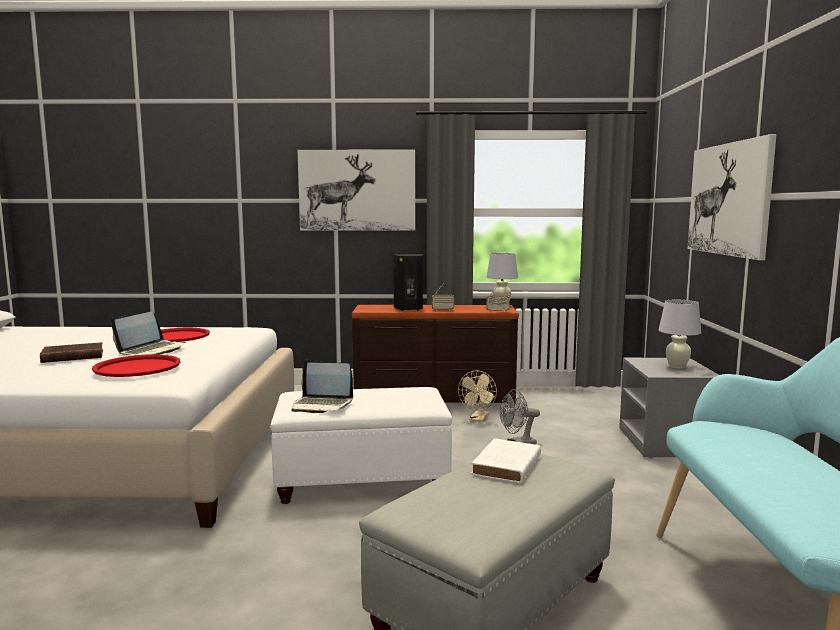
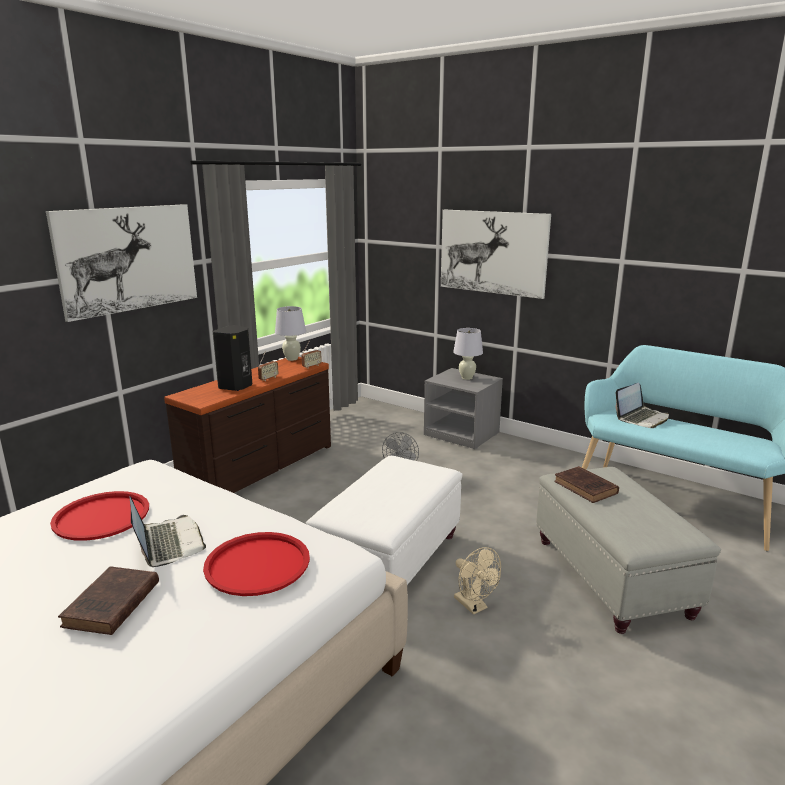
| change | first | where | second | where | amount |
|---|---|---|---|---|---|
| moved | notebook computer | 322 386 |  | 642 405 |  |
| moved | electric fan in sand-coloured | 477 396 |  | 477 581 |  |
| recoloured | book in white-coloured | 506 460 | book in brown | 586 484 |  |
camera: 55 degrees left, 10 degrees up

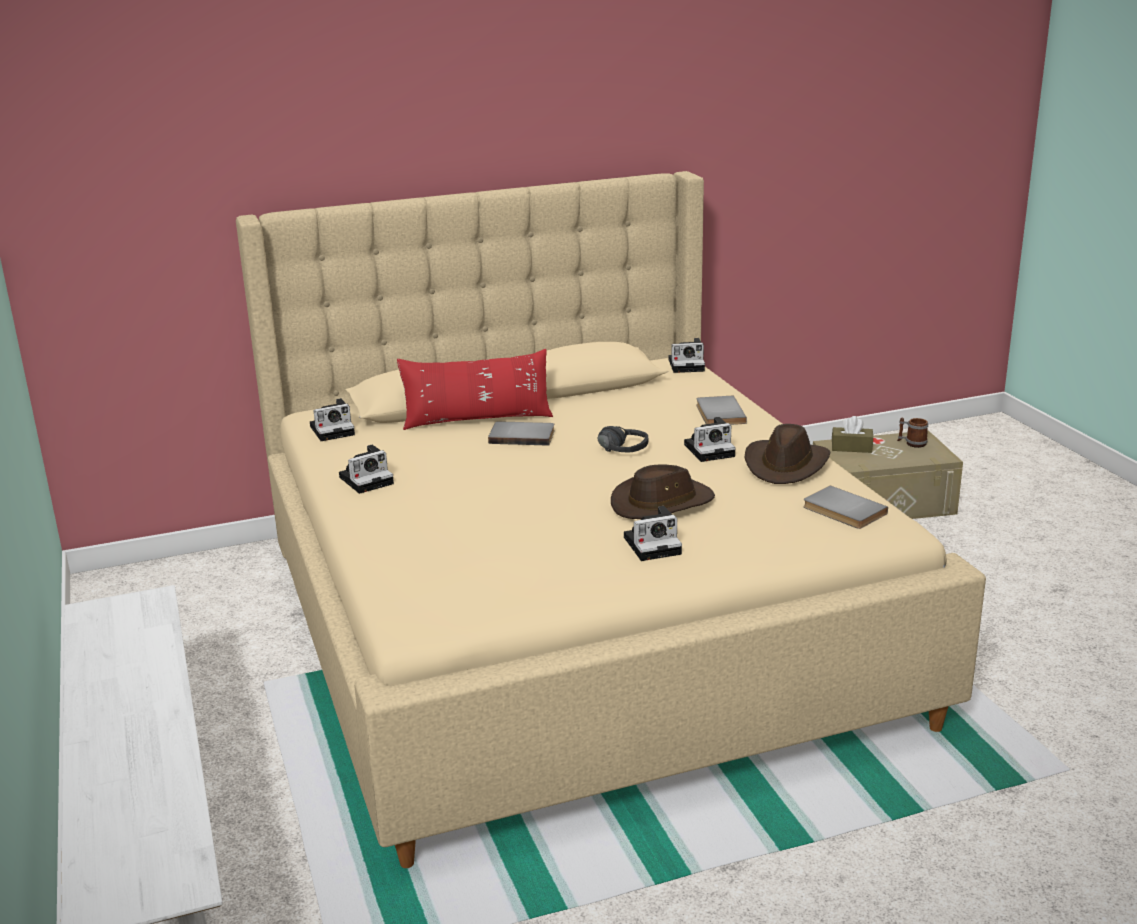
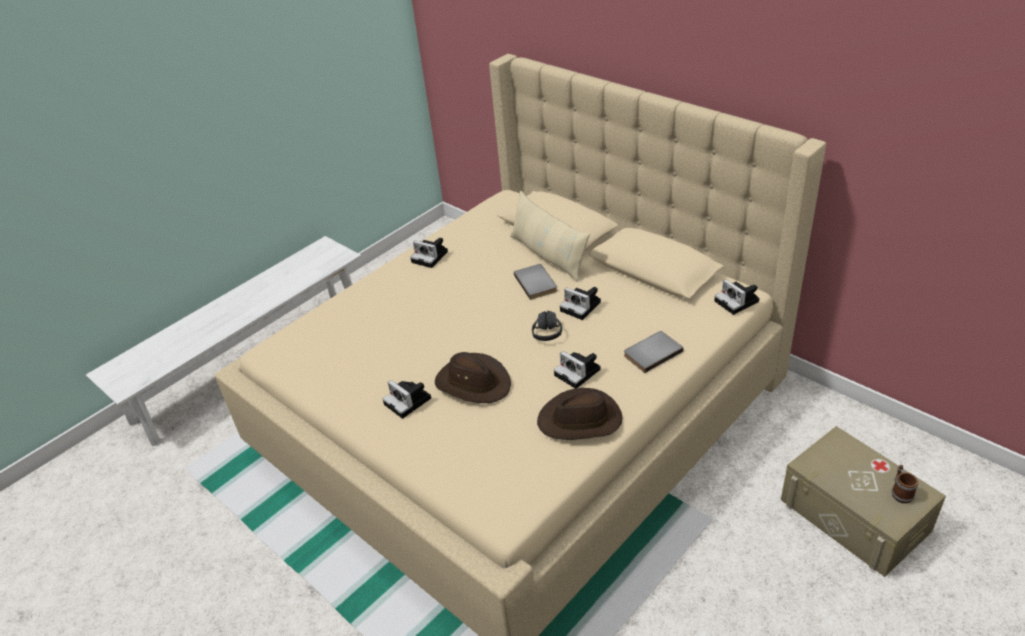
| change | first | where | second | where | amount |
|---|---|---|---|---|---|
| moved | still camera | 332 419 |  | 580 303 |  |
| recoloured | pillow in red-coloured | 475 389 | pillow in sand-coloured | 550 236 |  |
| removed | book in greyish | 845 507 |  |  |  |
| removed | box of tissues in brown | 852 434 |  |  |  |
camera: 65 degrees right, 15 degrees up

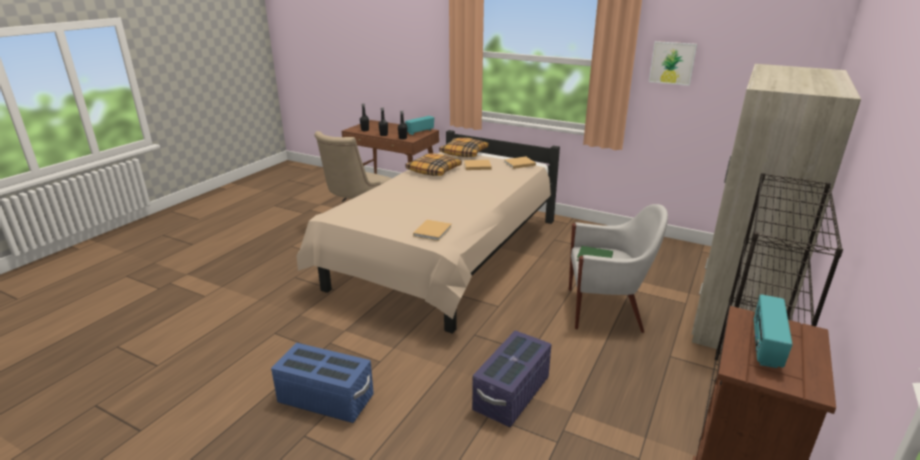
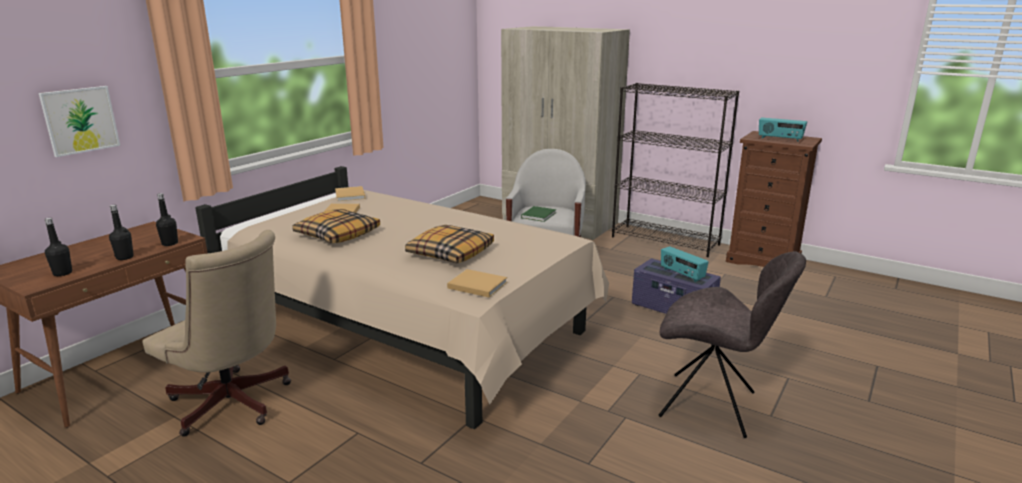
| change | first | where | second | where | amount |
|---|---|---|---|---|---|
| replaced | storage container in bluish | 322 383 | plain chair in greyish | 732 344 |  |
| moved | radio receiver | 419 125 |  | 685 264 |  |
| moved | book in sand-coloured | 432 230 |  | 477 283 |  |
| moved | pillow | 464 147 |  | 449 244 |  |
| moved | picture | 673 63 |  | 79 121 |  |
camera: 85 degrees left, 5 degrees down

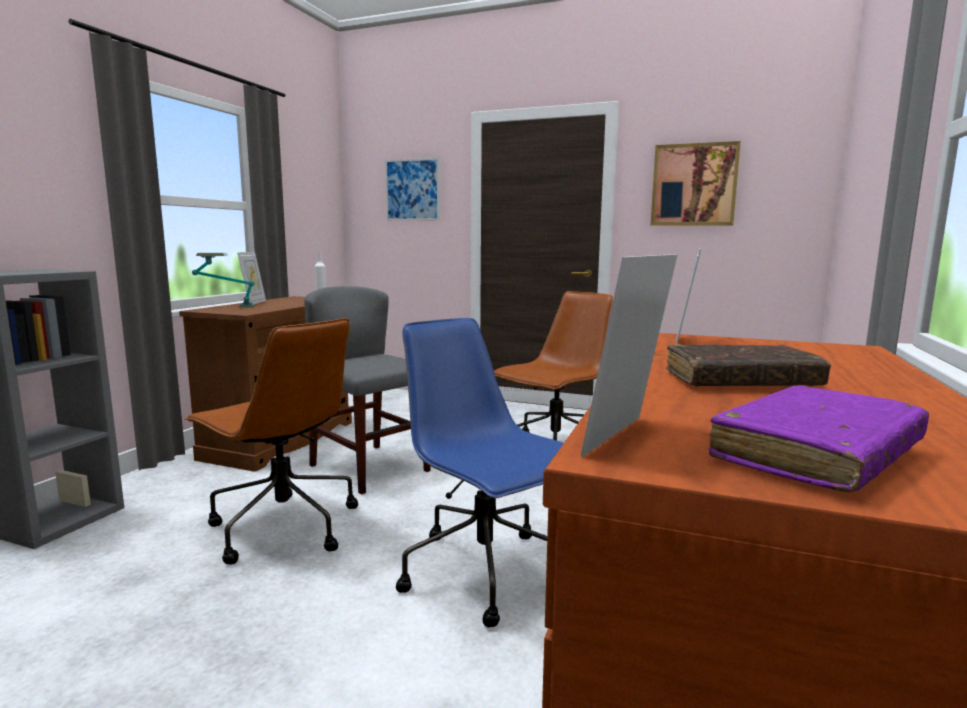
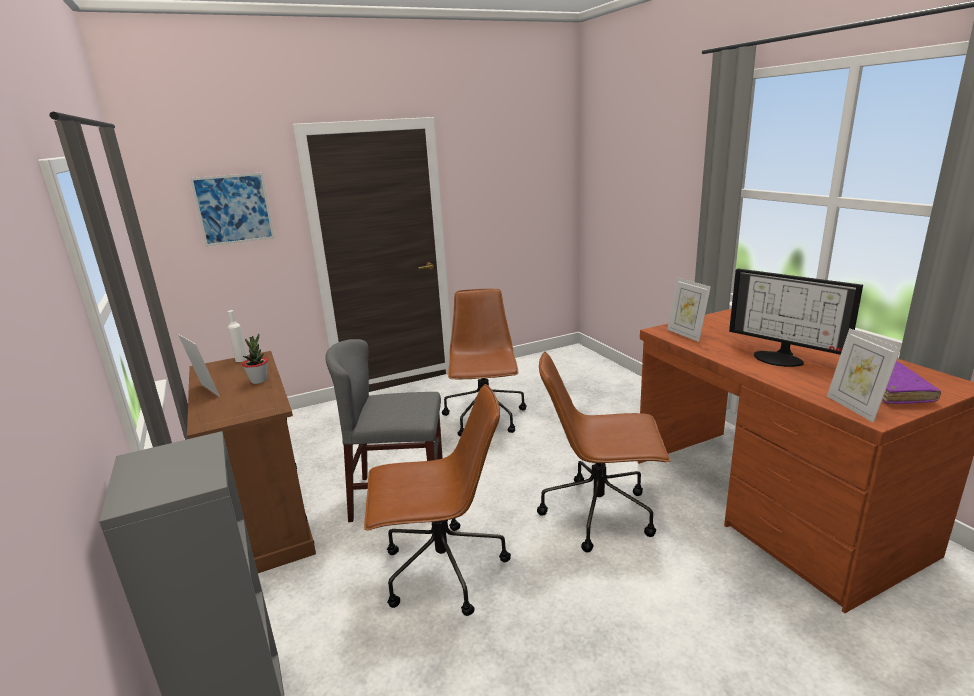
| change | first | where | second | where | amount |
|---|---|---|---|---|---|
| removed | lamp for a table | 223 280 |  |  |  |
| recoloured | office chair in bluish | 480 472 | office chair in brown | 604 452 |  |
| removed | picture | 696 183 |  |  |  |
| replaced | book in brown | 748 365 | monitor | 796 318 |  |
| added |  |  | plant in a pot | 255 358 |  |
camera: 45 degrees left, 10 degrees up

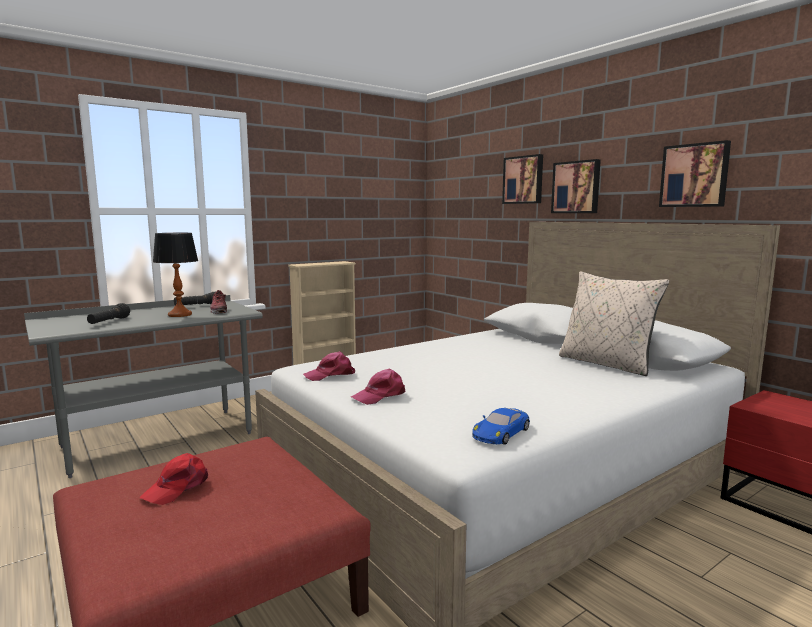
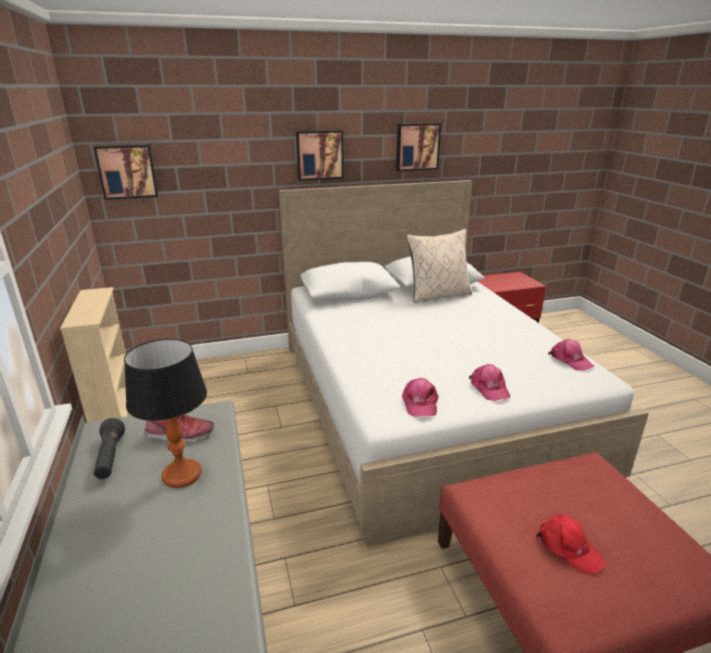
| change | first | where | second | where | amount |
|---|---|---|---|---|---|
| removed | hand torch in blackish | 108 313 |  |  |  |
| replaced | miniature car in bluish | 501 426 | baseball cap in pink | 571 355 |  |
| moved | picture | 522 179 |  | 126 172 |  |
camera: 70 degrees left, 15 degrees up

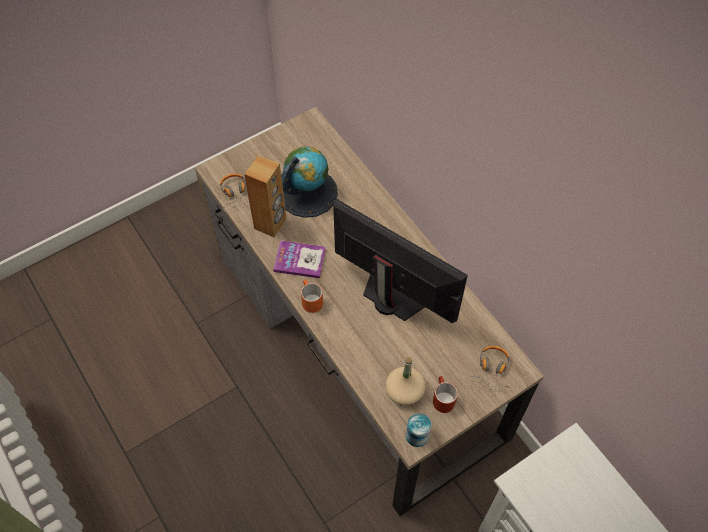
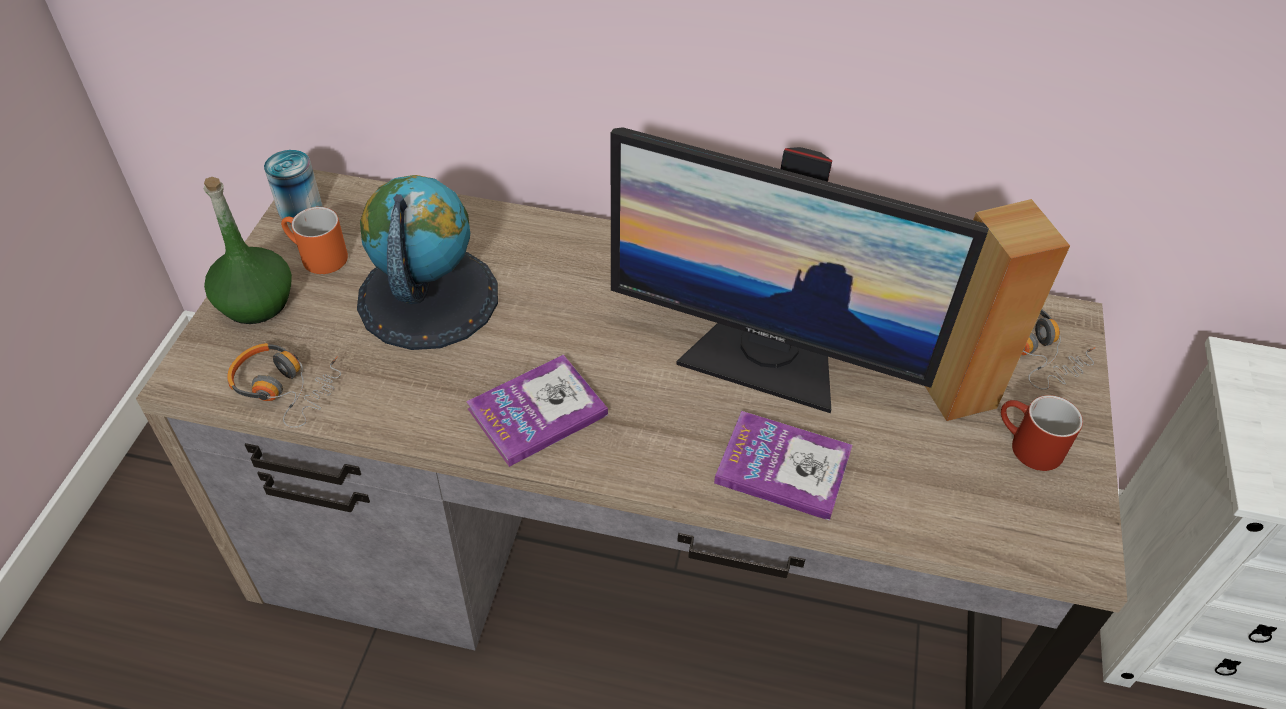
| change | first | where | second | where | amount |
|---|---|---|---|---|---|
| moved | loudspeaker in brown | 265 196 |  | 997 310 |  |
| moved | mug in orange | 312 296 |  | 314 240 |  |
| turned | monitor | 400 261 |  | 800 270 | 150 degrees counterclockwise |
| removed | bottle in sand-coloured | 406 381 |  |  |  |
| moved | can | 418 430 |  | 293 186 |  |
| added |  |  | bottle in green | 248 250 |  |
| added |  |  | book | 783 466 |  |
camera: 45 degrees left, 10 degrees down

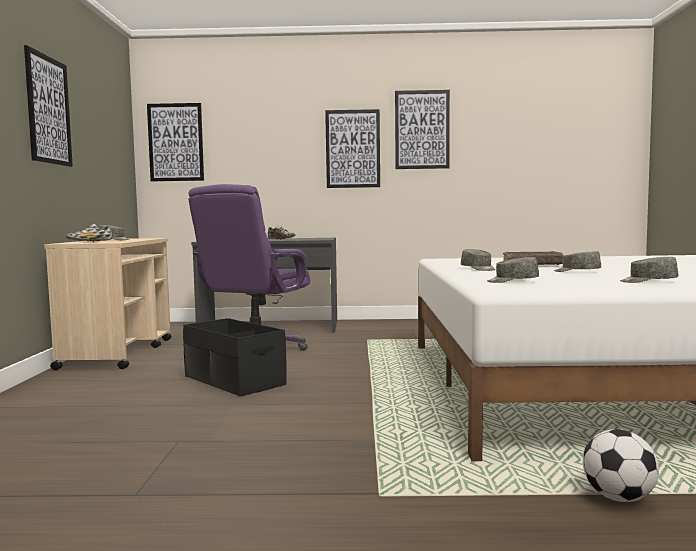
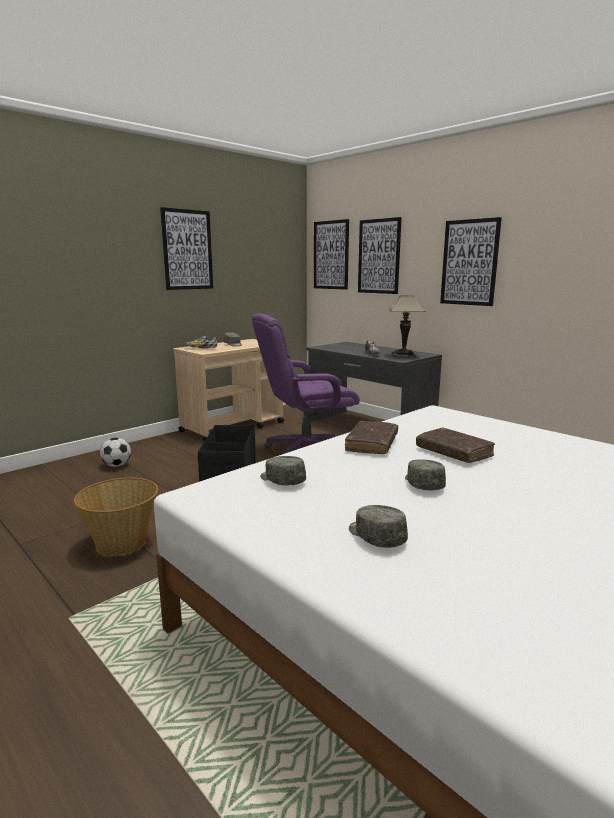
| change | first | where | second | where | amount |
|---|---|---|---|---|---|
| moved | picture | 422 129 |  | 380 255 |  |
| replaced | baseball cap in greyish | 478 260 | book in brown | 371 437 |  |
| moved | football ball | 621 465 |  | 115 452 |  |
| added |  |  | storage basket | 116 516 |  |
| added |  |  | lamp for a table | 406 326 |  |
camera: 45 degrees right, 10 degrees up

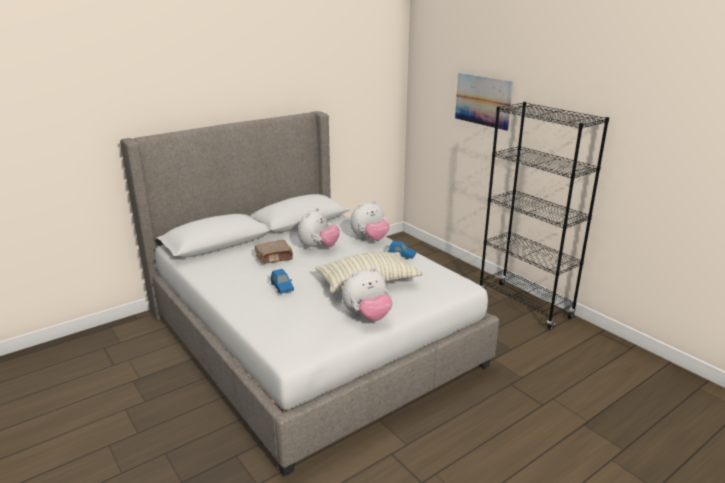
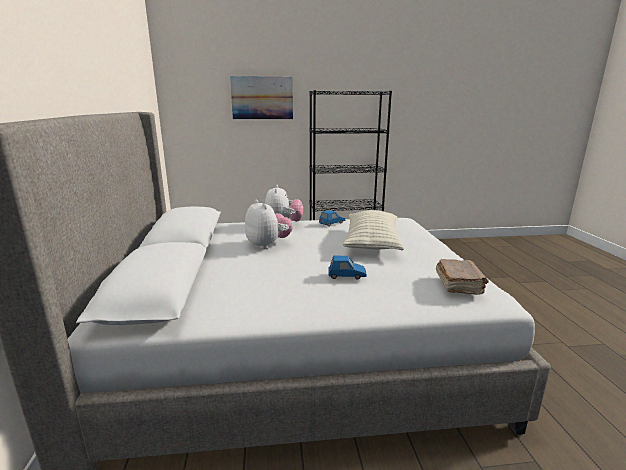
| change | first | where | second | where | amount |
|---|---|---|---|---|---|
| moved | book in brown | 274 252 |  | 462 277 |  |
| removed | soft toy | 367 294 |  |  |  |
camera: 60 degrees left, 5 degrees down

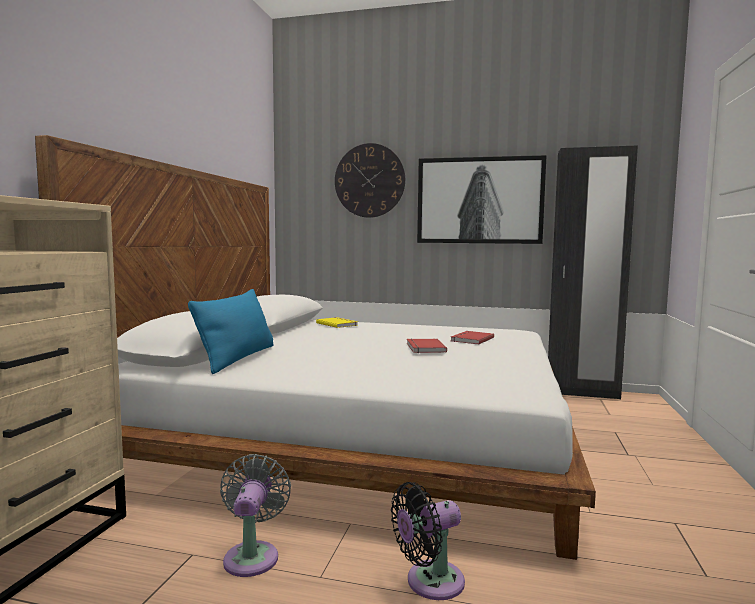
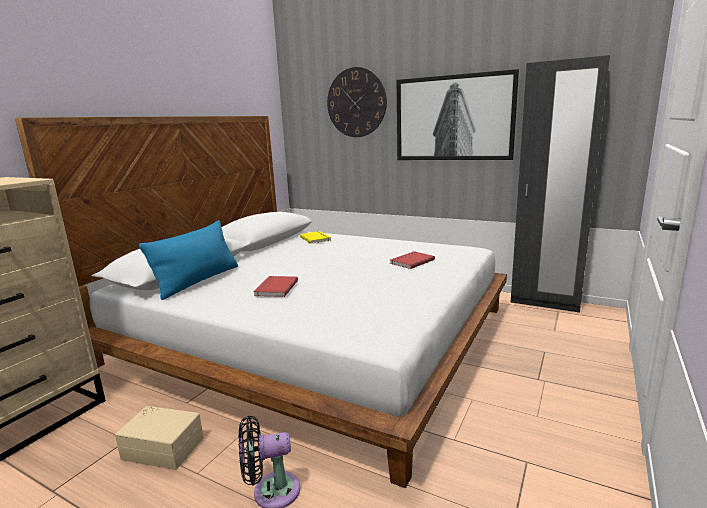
| change | first | where | second | where | amount |
|---|---|---|---|---|---|
| replaced | electric fan in greyish | 255 515 | storage container in sand-coloured | 159 438 |  |
| moved | book in red-coloured | 427 346 |  | 275 286 |  |
camera: 15 degrees right, 10 degrees up

